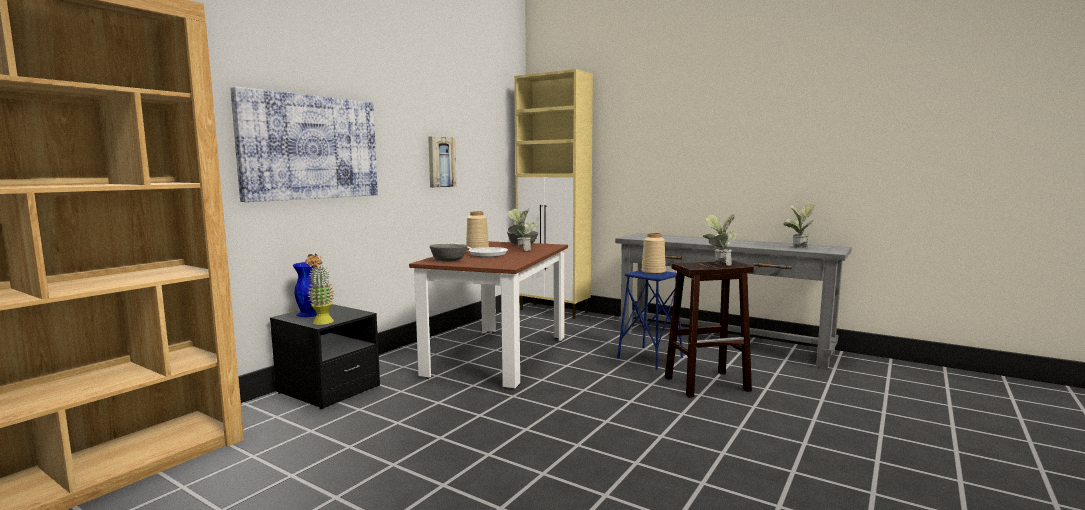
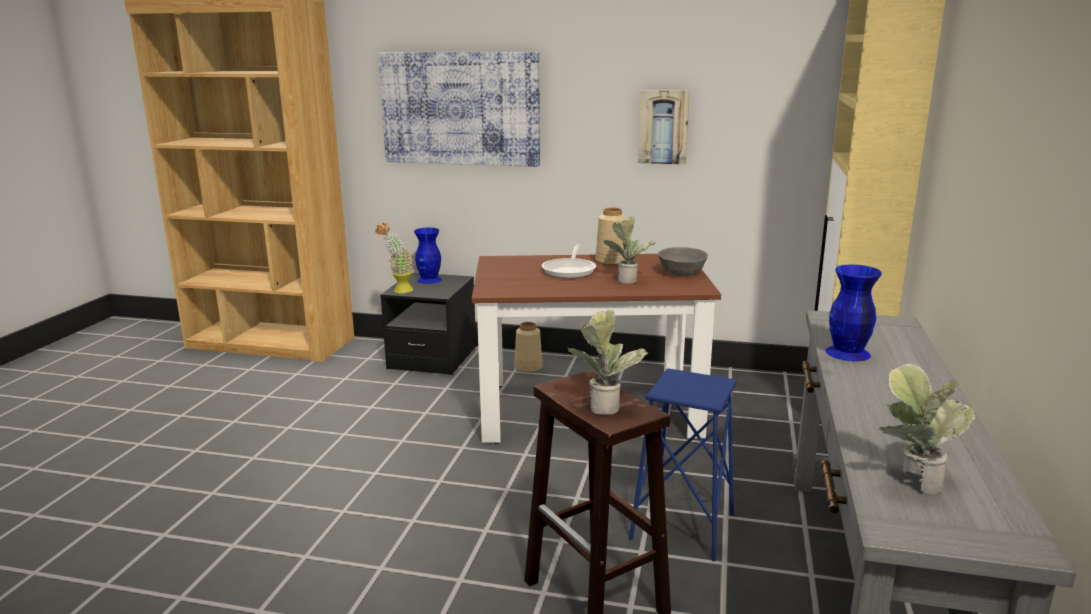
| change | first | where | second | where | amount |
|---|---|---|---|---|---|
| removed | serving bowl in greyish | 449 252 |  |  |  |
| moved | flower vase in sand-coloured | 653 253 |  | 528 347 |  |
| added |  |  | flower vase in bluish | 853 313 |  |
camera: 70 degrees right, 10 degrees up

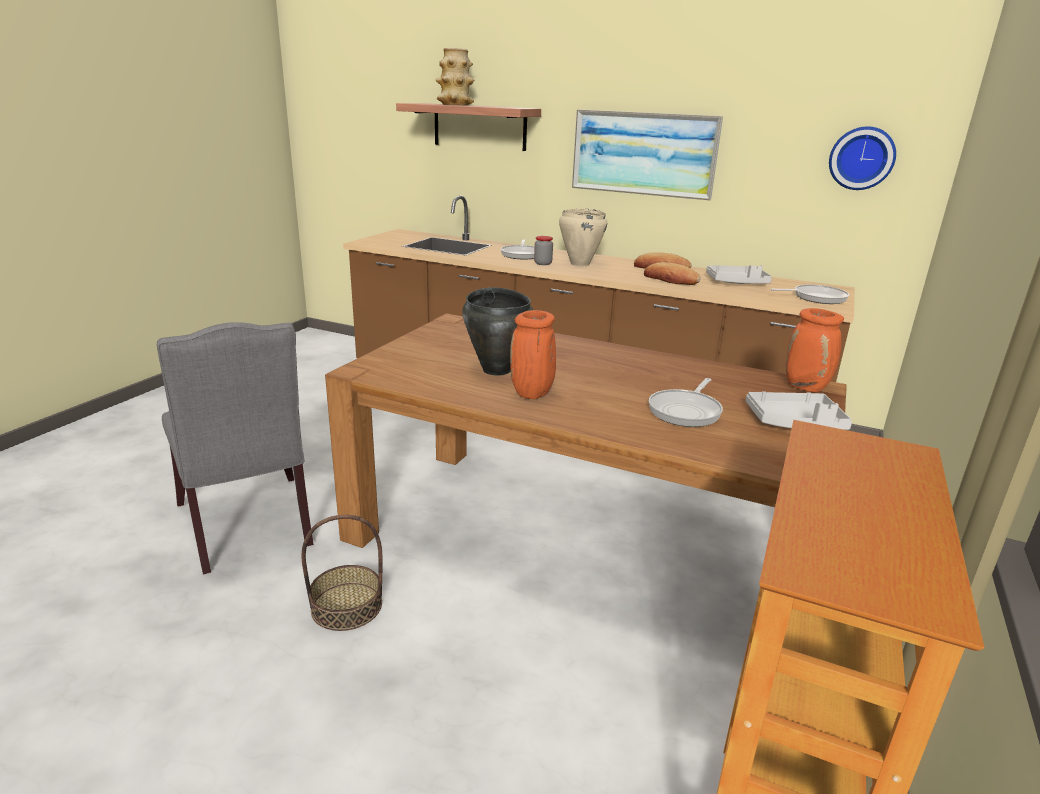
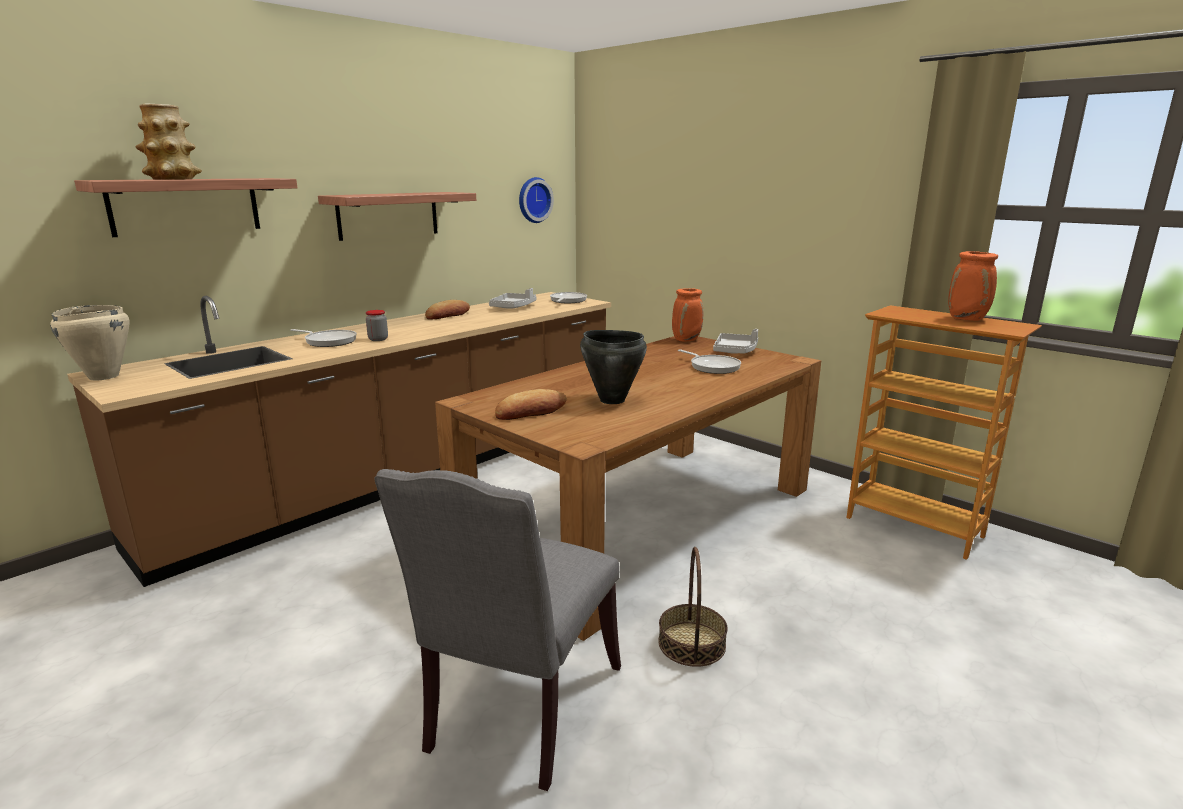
| change | first | where | second | where | amount |
|---|---|---|---|---|---|
| turned | plain chair in greyish | 235 448 |  | 497 630 | 120 degrees clockwise |
| moved | flower vase in orange | 533 354 |  | 973 286 |  |
| moved | cooking pot in sand-coloured | 583 237 |  | 90 342 |  |
| replaced | picture | 647 155 | wall shelf | 397 216 |  |
| moved | bakery bread | 672 273 |  | 531 404 |  |
camera: 70 degrees left, 5 degrees down

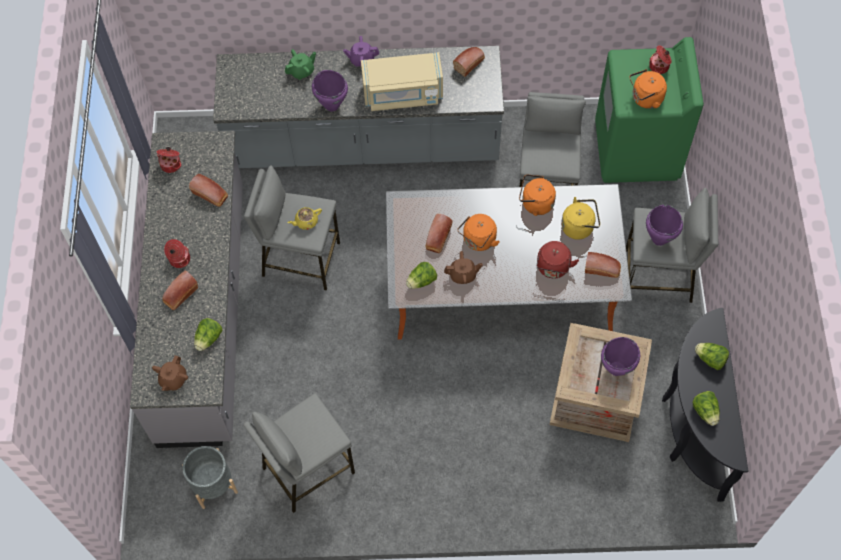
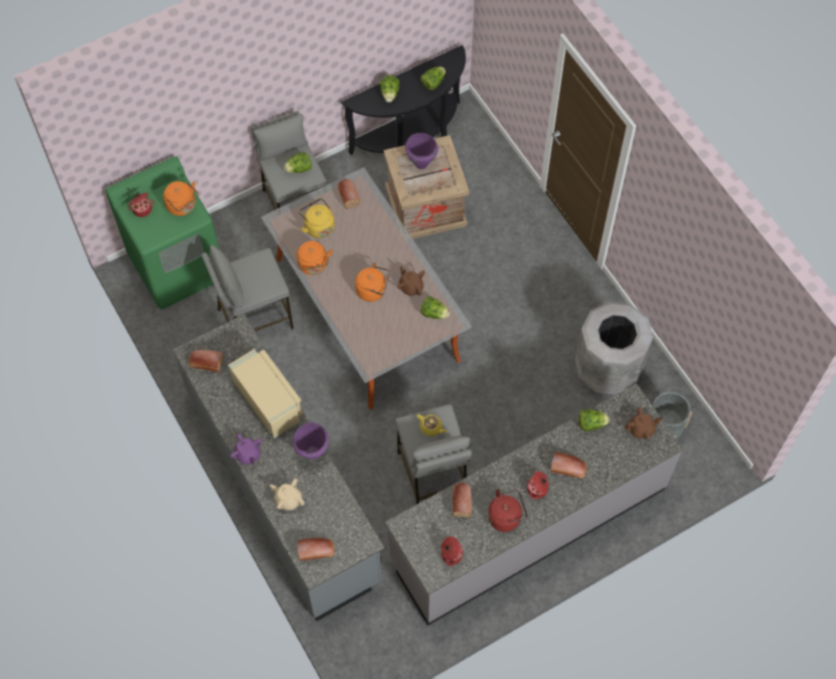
| change | first | where | second | where | amount |
|---|---|---|---|---|---|
| replaced | stool seat in greyish | 299 453 | waste bin in greyish | 614 348 |  |
| recoloured | pot for tea in green | 300 64 | pot for tea in sand-coloured | 287 494 |  |
| moved | bakery bread | 439 233 |  | 315 549 |  |
| moved | tea kettle in red-coloured | 557 259 |  | 508 510 |  |
| replaced | cooking pot in purple | 664 225 | lettuce | 298 162 |  |
camera: 120 degrees left, 0 degrees up

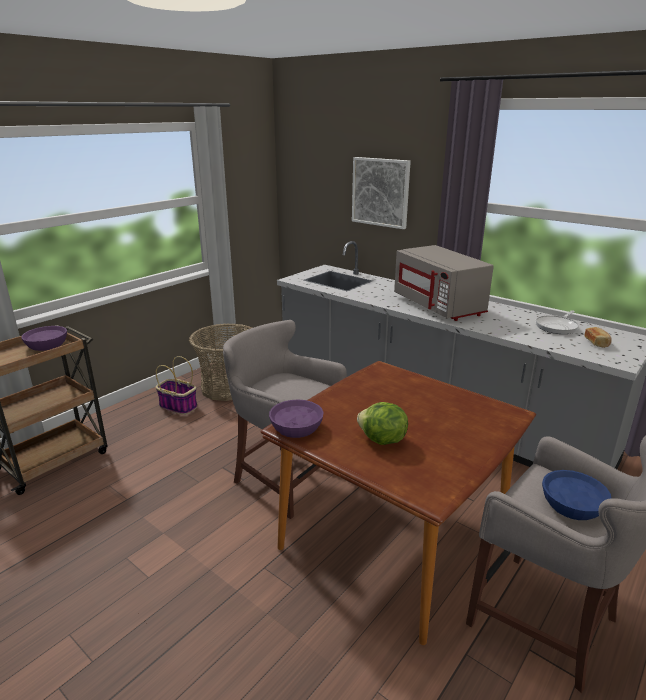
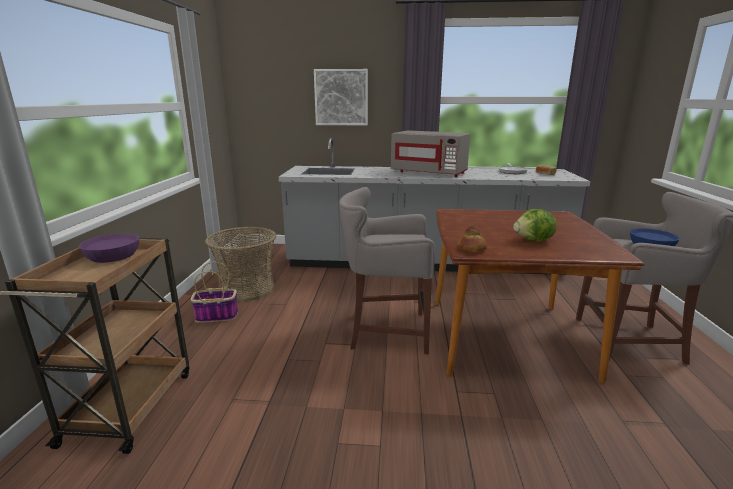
| change | first | where | second | where | amount |
|---|---|---|---|---|---|
| replaced | serving bowl in purple | 296 418 | bakery bread | 472 239 |  |
camera: 35 degrees left, 5 degrees down

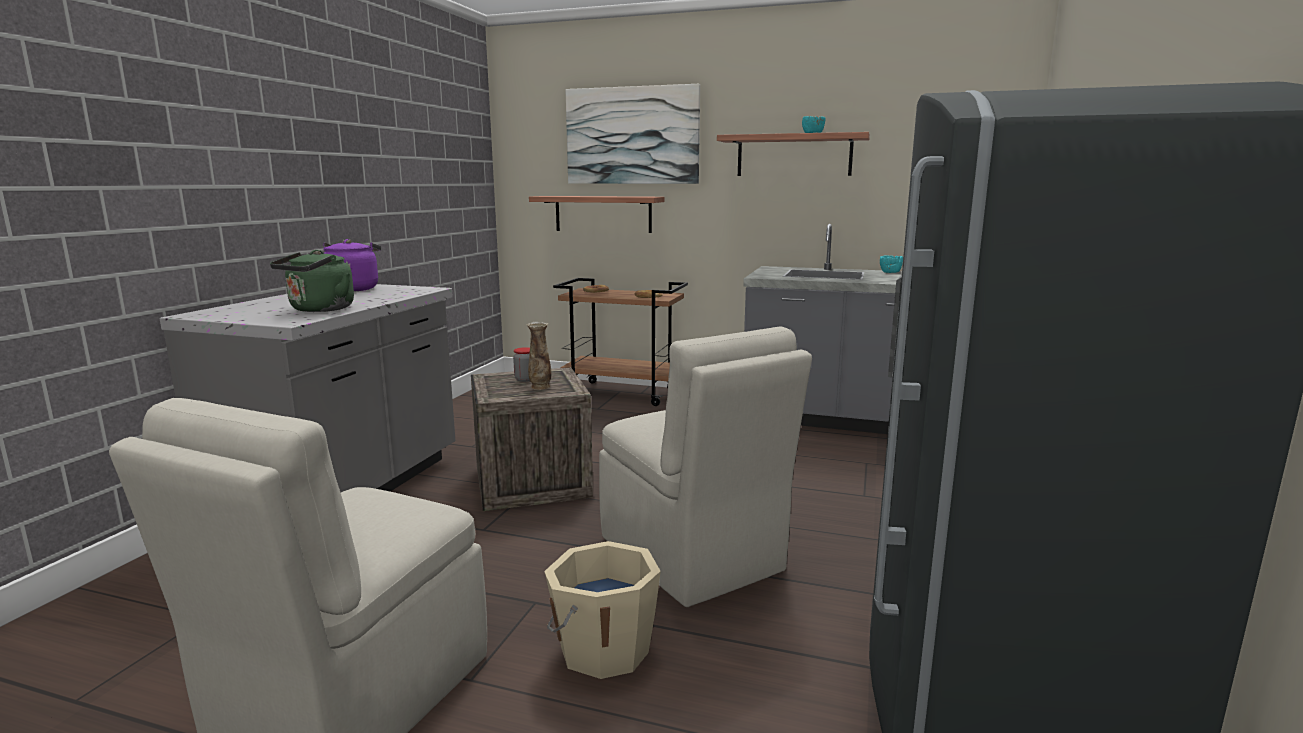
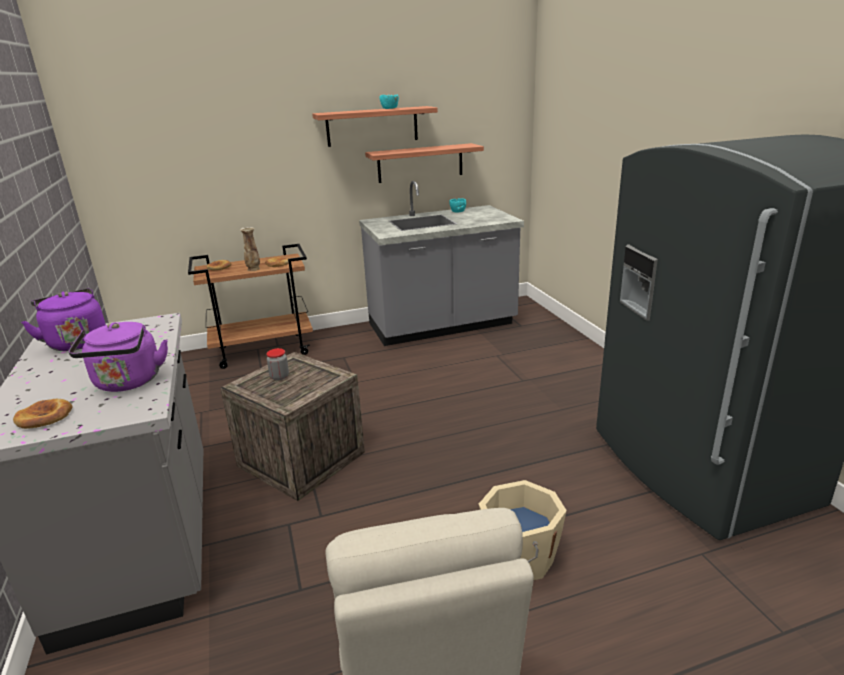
| change | first | where | second | where | amount |
|---|---|---|---|---|---|
| recoloured | tea kettle in green | 312 281 | tea kettle in purple | 118 357 |  |
| moved | flower vase | 539 356 |  | 250 249 |  |
| moved | wall shelf | 597 214 |  | 424 163 |  |
| removed | picture | 633 134 |  |  |  |
| removed | plain chair in sand-coloured | 705 466 |  |  |  |
| added |  |  | bakery bread | 42 414 |  |
camera: 35 degrees left, 10 degrees up

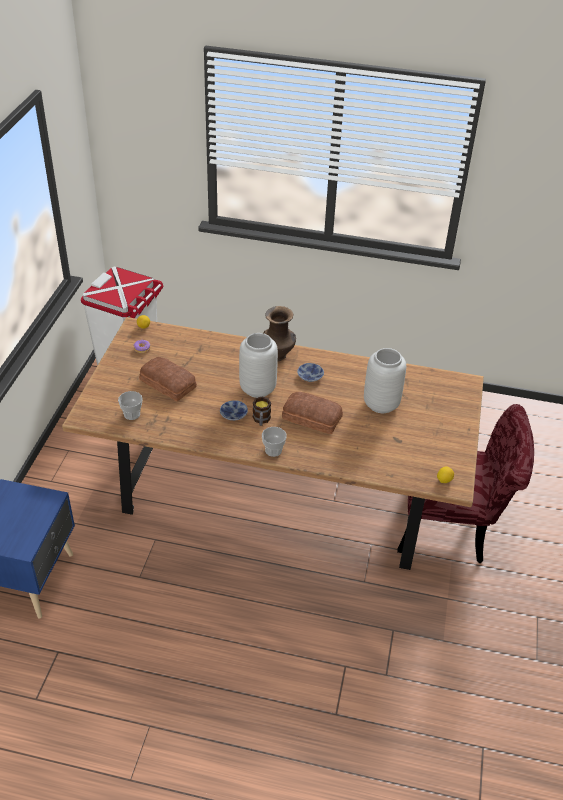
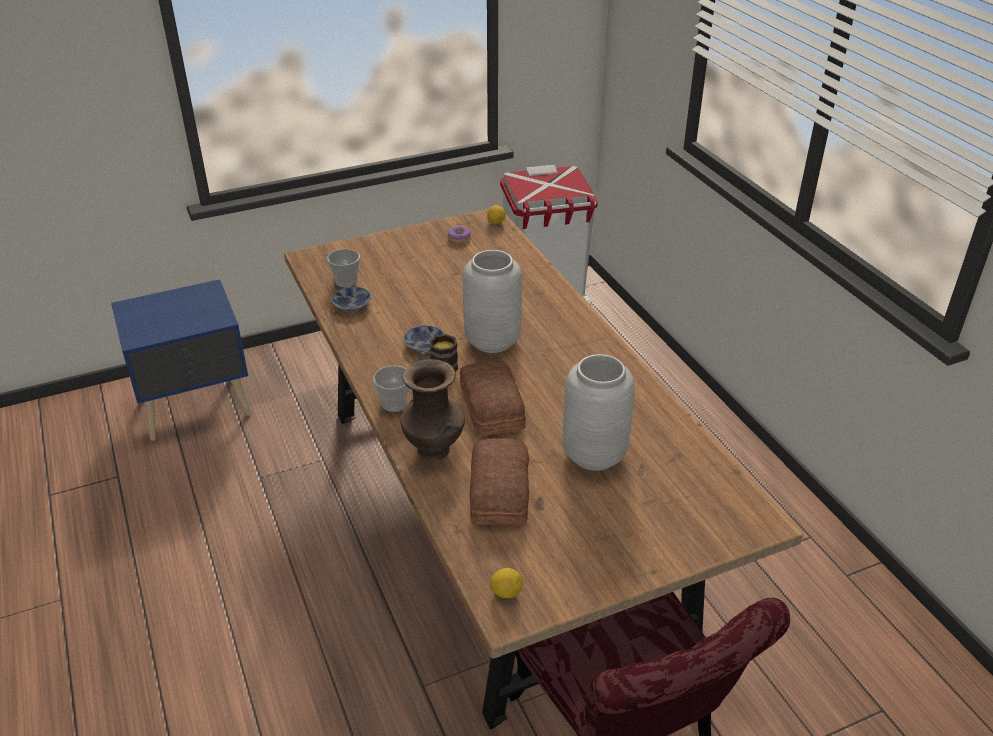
| change | first | where | second | where | amount |
|---|---|---|---|---|---|
| moved | bakery bread | 168 379 |  | 499 481 |  |
| moved | flower vase in brown | 279 333 |  | 433 409 |  |
| moved | serving bowl | 310 372 |  | 351 299 |  |
camera: 55 degrees right, 5 degrees down

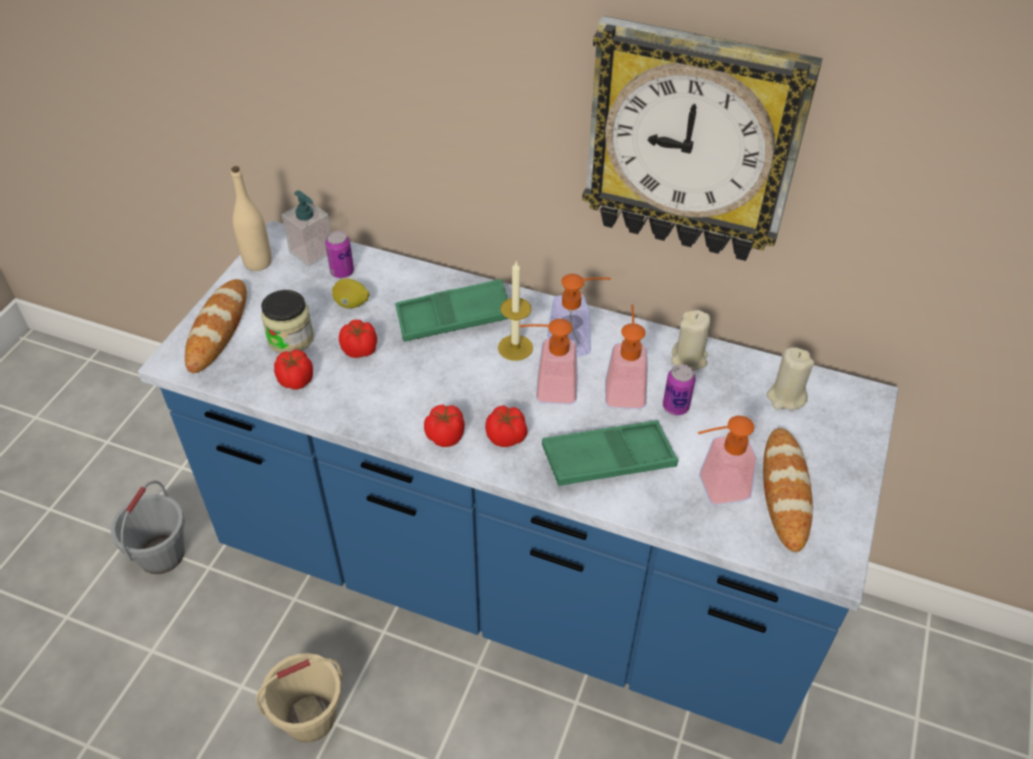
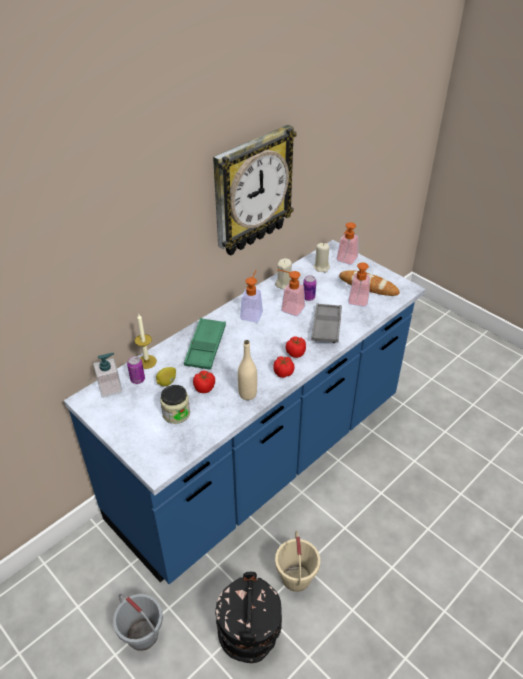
| change | first | where | second | where | amount |
|---|---|---|---|---|---|
| removed | bakery bread | 216 326 |  |  |  |
| moved | bottle in sand-coloured | 251 218 |  | 247 370 |  |
| removed | tomato | 293 370 |  |  |  |
| moved | wax light | 515 310 |  | 146 341 |  |
| moved | soap bottle | 548 361 |  | 347 243 |  |
| recoloured | carrying tray in green | 610 453 | carrying tray in greyish | 326 323 |  |
| added |  |  | bucket in blackish | 248 617 |  |
camera: 65 degrees left, 5 degrees down

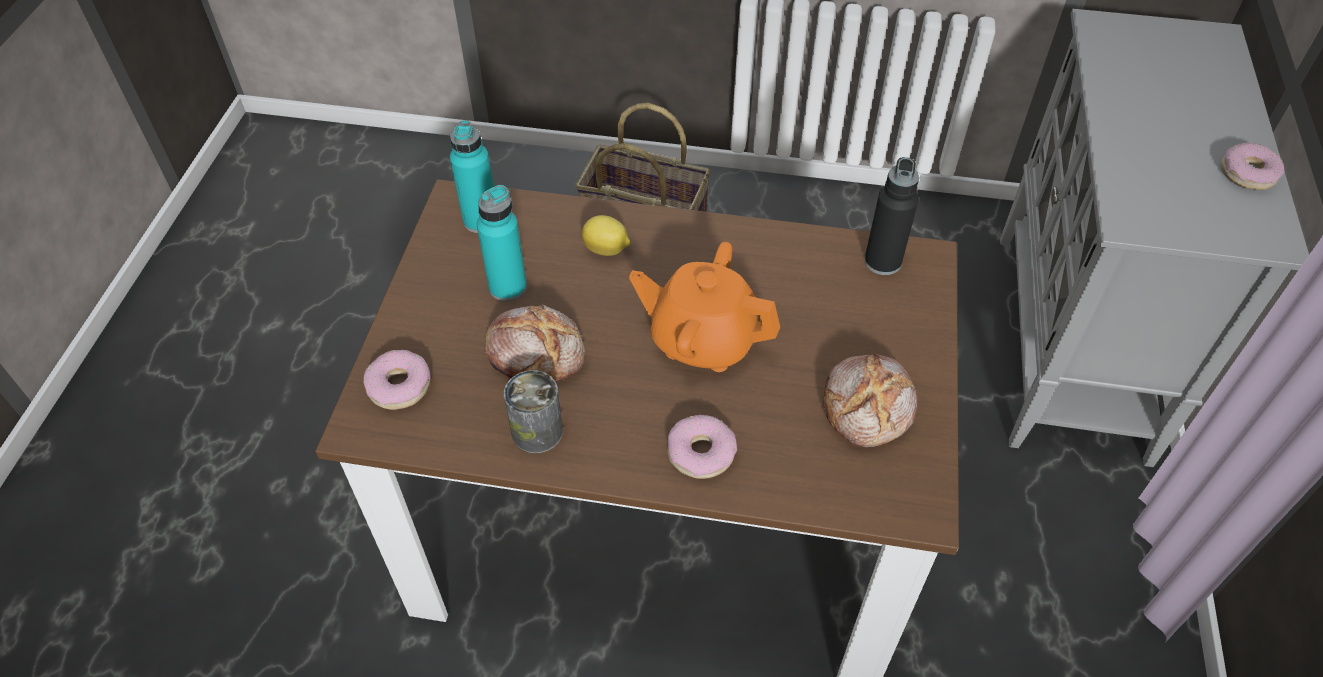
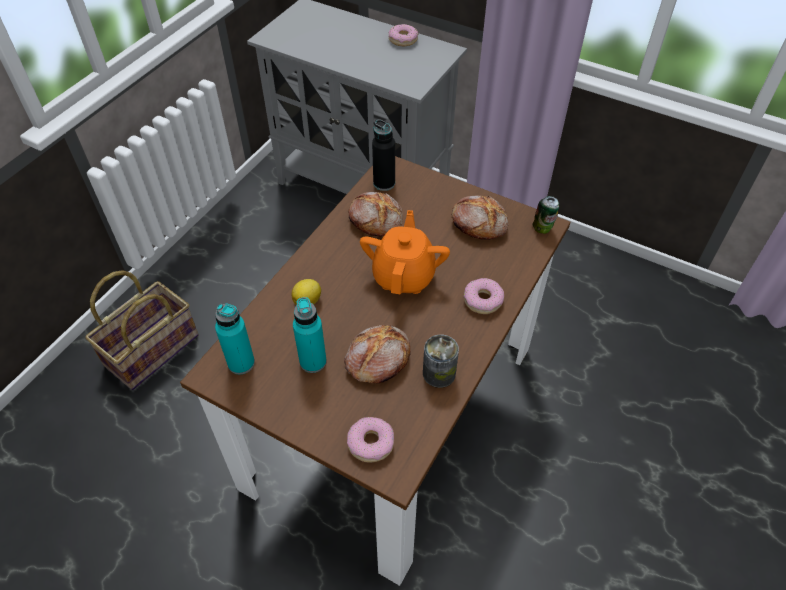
| change | first | where | second | where | amount |
|---|---|---|---|---|---|
| turned | pot for tea in orange | 704 307 |  | 405 252 | 150 degrees clockwise |
| added |  |  | bakery bread | 375 214 |  |
| added |  |  | can | 546 215 |  |
camera: 70 degrees left, 0 degrees up

